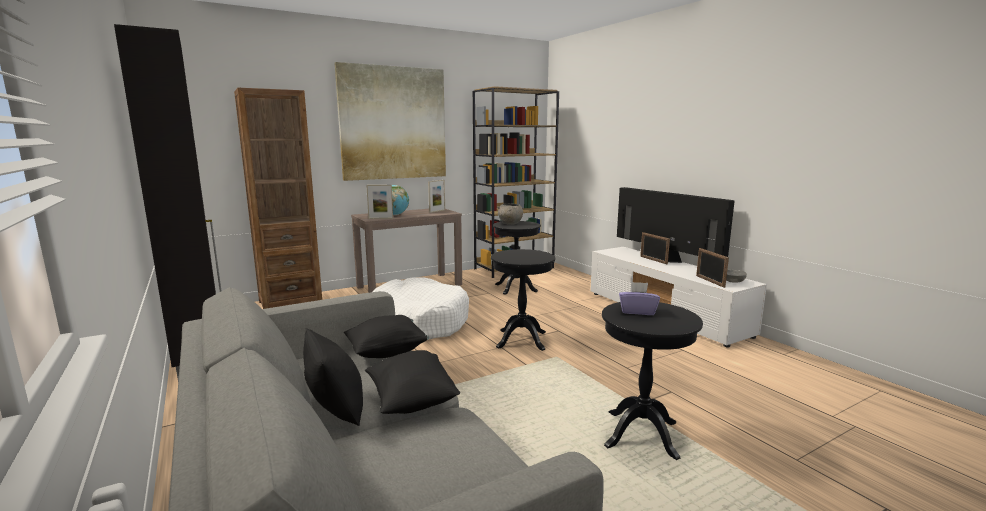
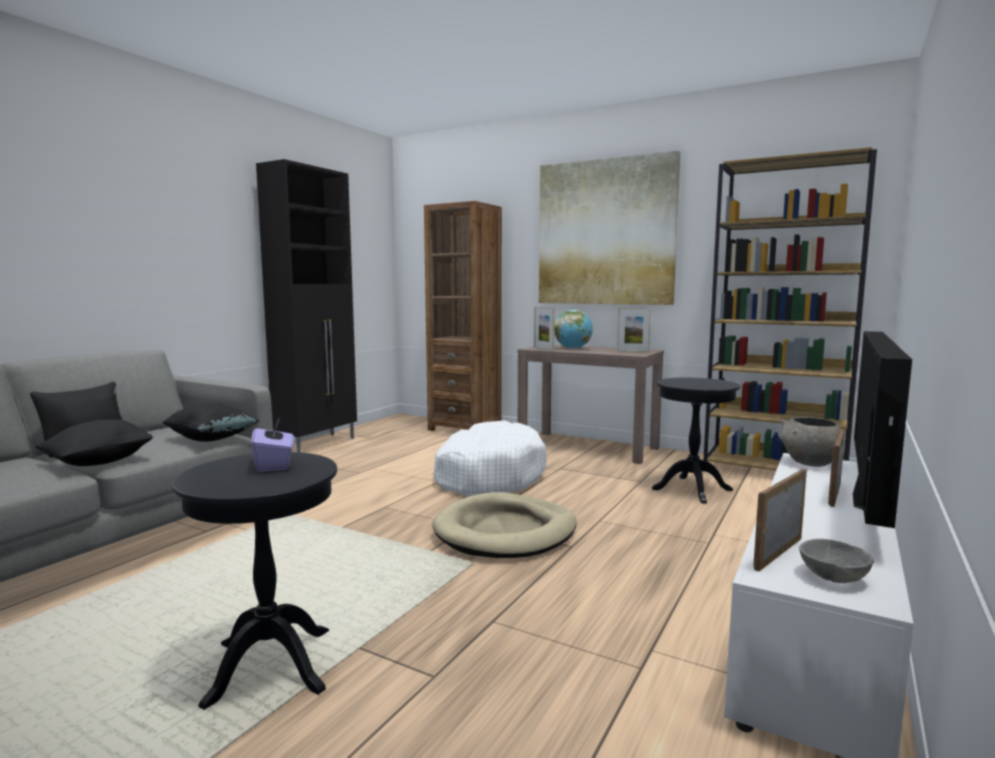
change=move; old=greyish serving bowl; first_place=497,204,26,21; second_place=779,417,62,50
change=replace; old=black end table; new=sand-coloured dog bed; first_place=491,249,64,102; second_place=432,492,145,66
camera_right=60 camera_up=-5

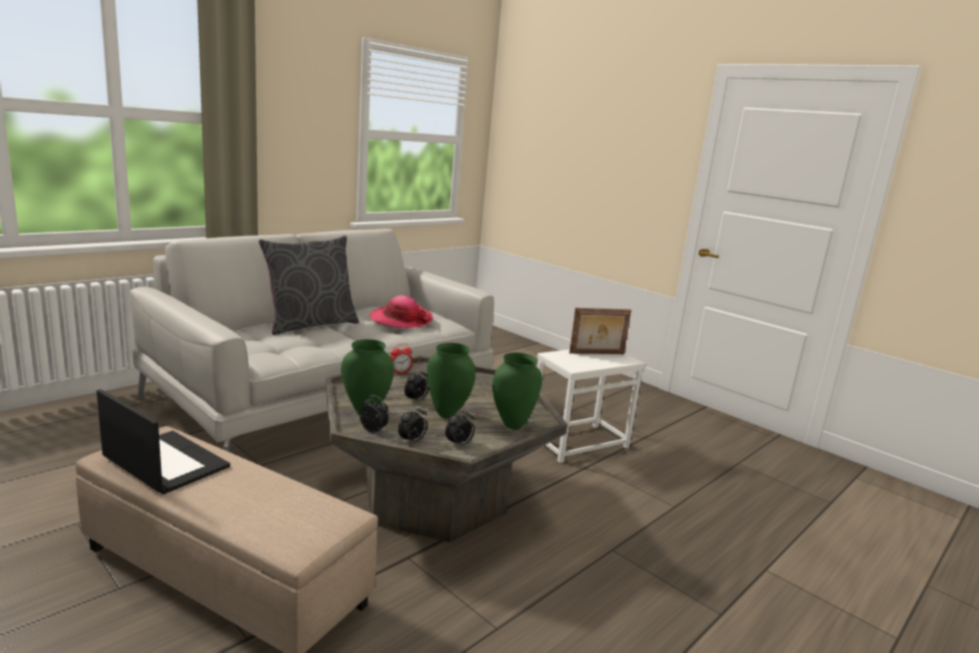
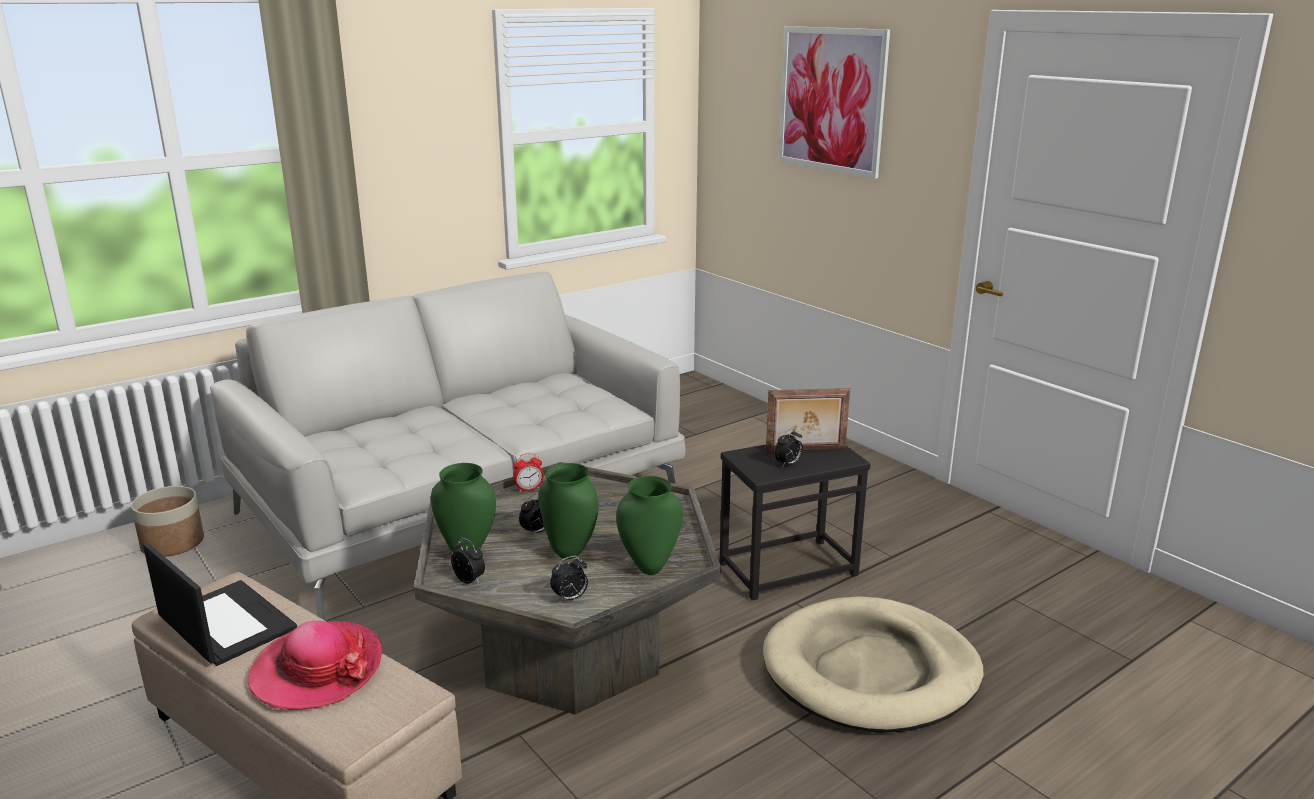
change=delete; old=greyish pillow; first_place=259,236,100,99
change=move; old=hat; first_place=370,295,63,33; second_place=248,621,134,89
change=recolor; old=white-coloured end table; new=black end table; first_place=537,349,108,114; second_place=720,445,150,155
change=move; old=table clock; first_place=398,405,29,39; second_place=774,428,29,39
change=insert; new=picture; second_place=778,26,112,153
change=insert; new=flower pot; second_place=131,486,73,71
change=insert; new=sand-coloured dog bed; second_place=763,596,220,137
camera_right=10 camera_up=5

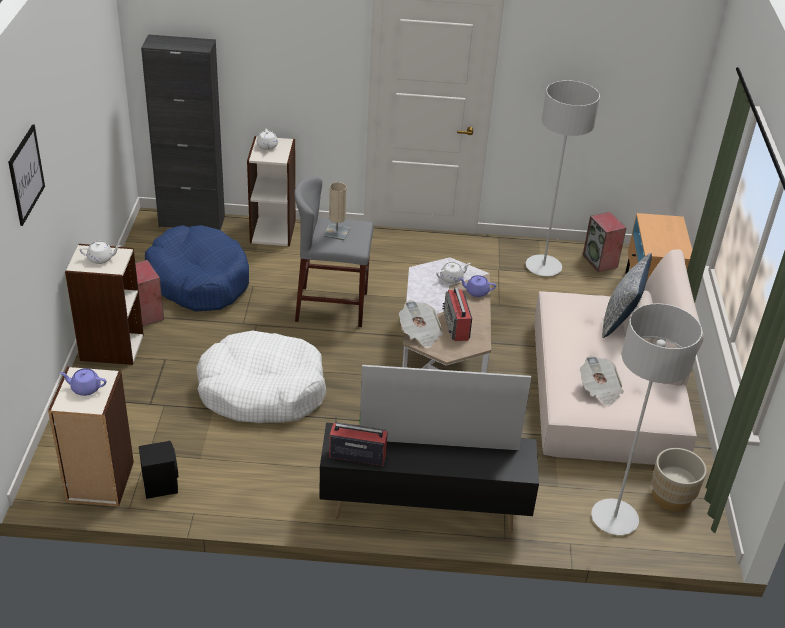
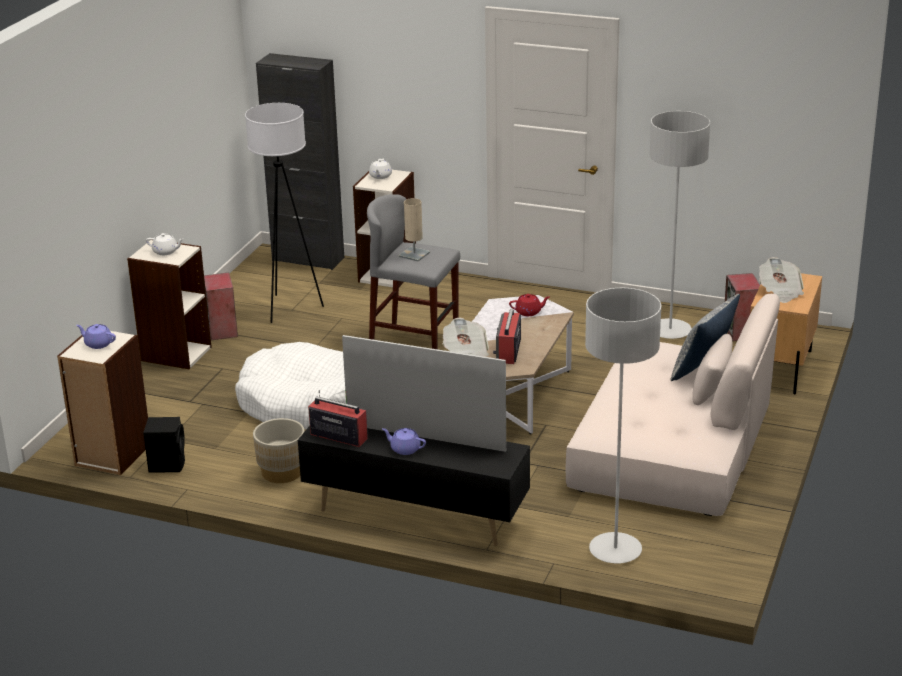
change=delete; old=picture; first_place=8,124,37,102
change=replace; old=blue-coloured dog bed; new=white-coloured standing lamp; first_place=145,225,104,86; second_place=245,103,79,220
change=recolor; old=white-coloured pot for tea; new=red pot for tea; first_place=436,262,35,22; second_place=509,294,40,22
change=move; old=purple-coloured pot for tea; first_place=459,275,37,22; second_place=382,428,44,27
change=move; old=daily paper; first_place=580,355,44,52; second_place=759,257,45,46
change=move; old=sand-coloured flower pot; first_place=651,448,56,64; second_place=253,418,52,65
camera_right=20 camera_up=-10

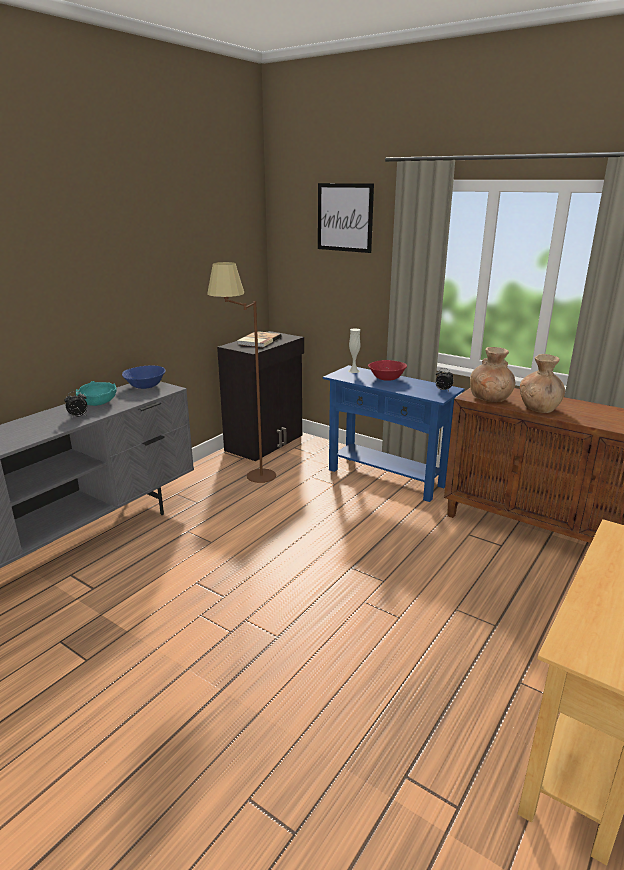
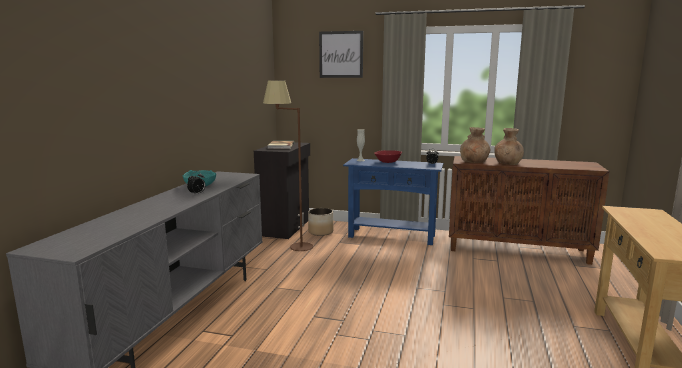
change=delete; old=blue-coloured serving bowl; first_place=122,365,43,24
change=insert; new=flower pot; second_place=308,208,25,28
camera_right=-20 camera_up=-10

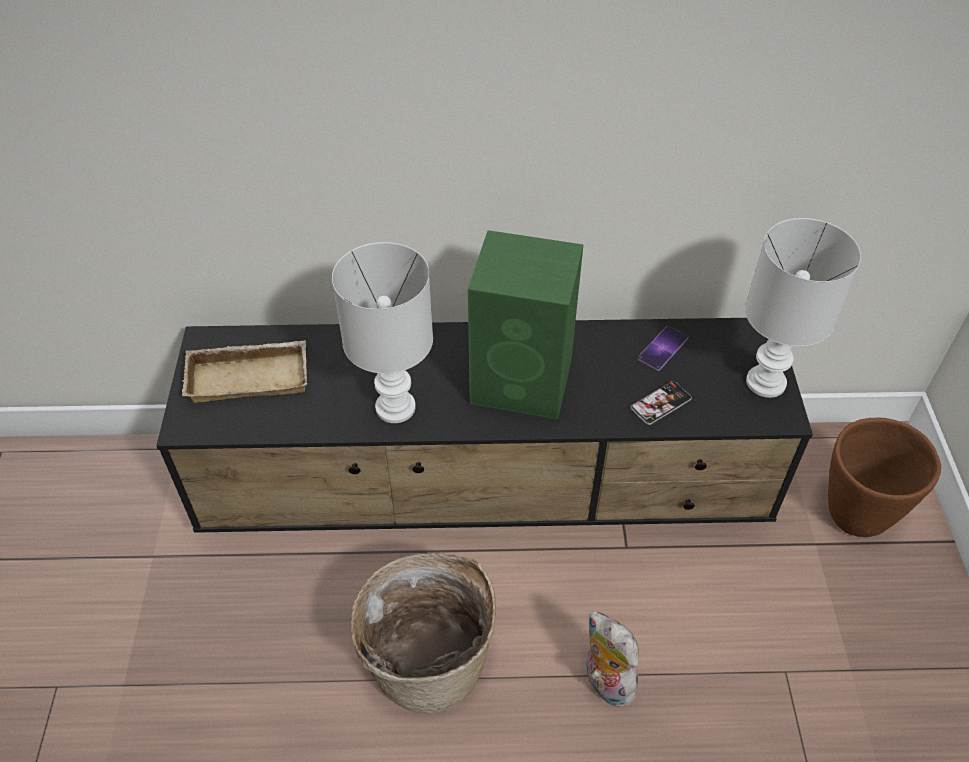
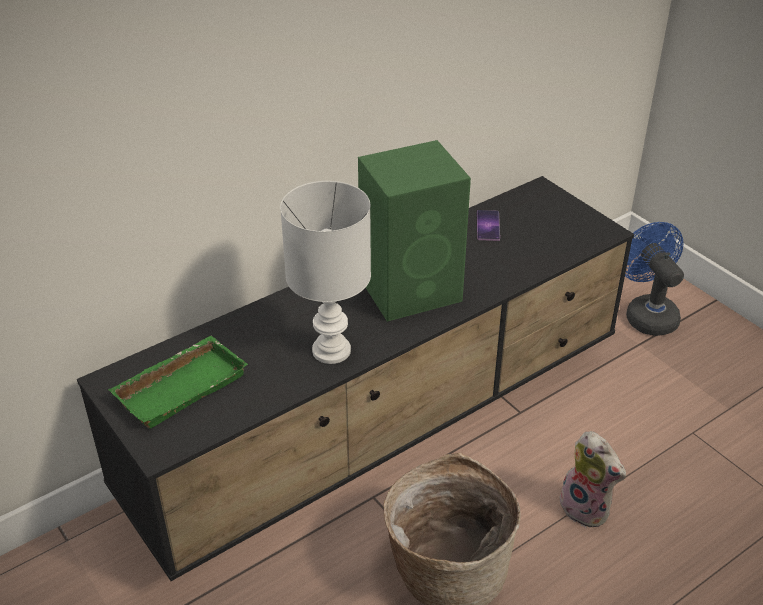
change=delete; old=white-coloured lamp for a table; first_place=745,218,116,180
change=recolor; old=sand-coloured tray; new=greenish tray; first_place=182,340,125,63; second_place=108,336,140,93
change=delete; old=telephone; first_place=631,381,61,44
change=replace; old=brownish flower pot; new=blue-coloured electric fan; first_place=828,418,113,119; second_place=625,222,59,114
change=rotate; old=plush toy; first_place=586,611,54,96; second_place=557,431,69,97; degrees=-150
camera_right=-35 camera_up=-10

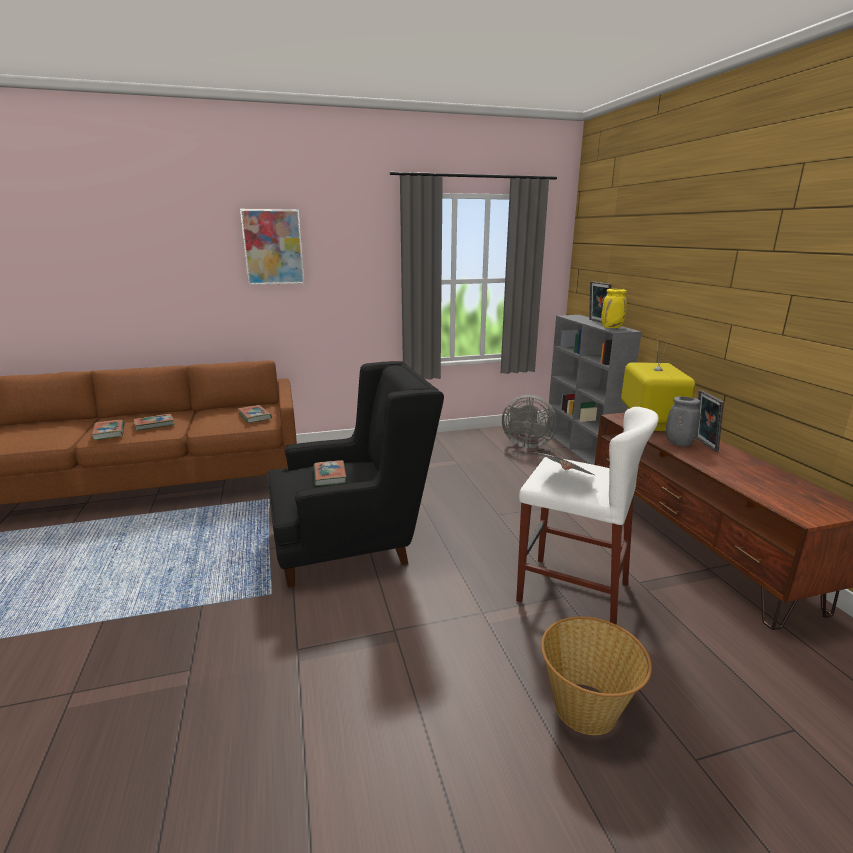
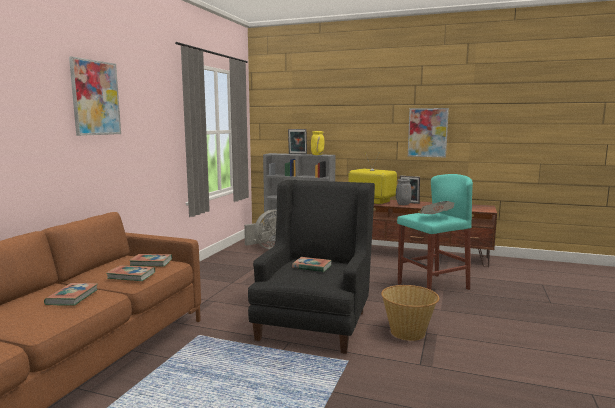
change=recolor; old=white-coloured sitting stool; new=turquoise-coloured sitting stool; first_place=516,407,143,218; second_place=397,174,76,116
change=move; old=book; first_place=91,420,34,20; second_place=106,265,49,16
change=move; old=basket; first_place=541,616,111,119; second_place=381,285,58,56
change=insert; new=picture; second_place=408,108,41,50
camera_right=-55 camera_up=-10

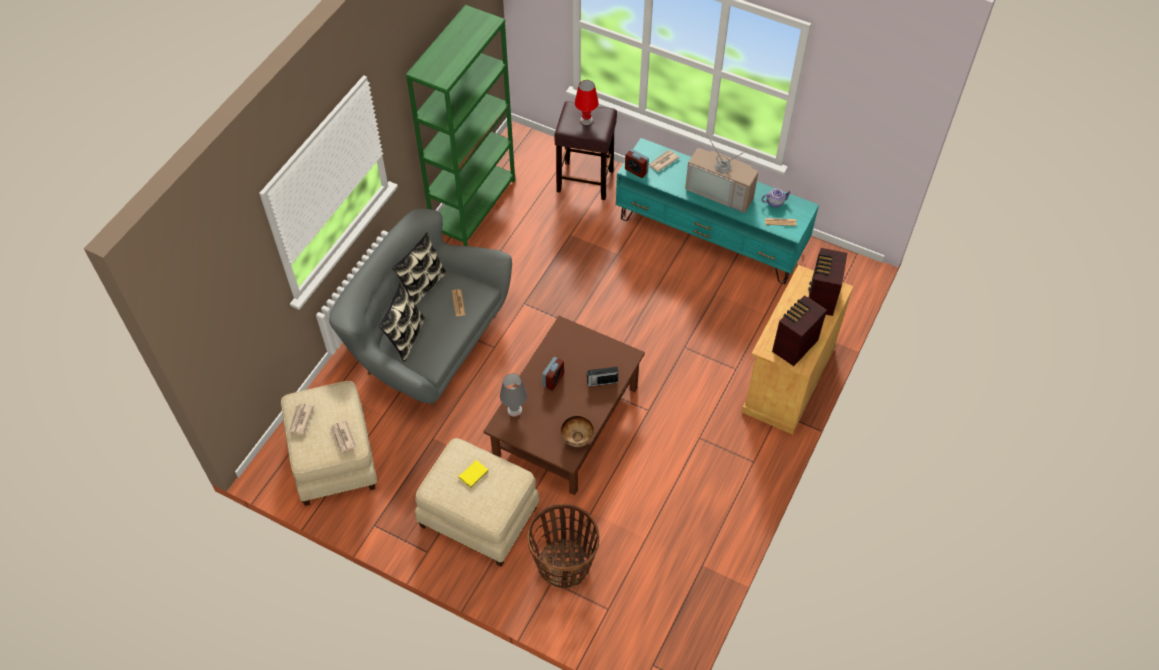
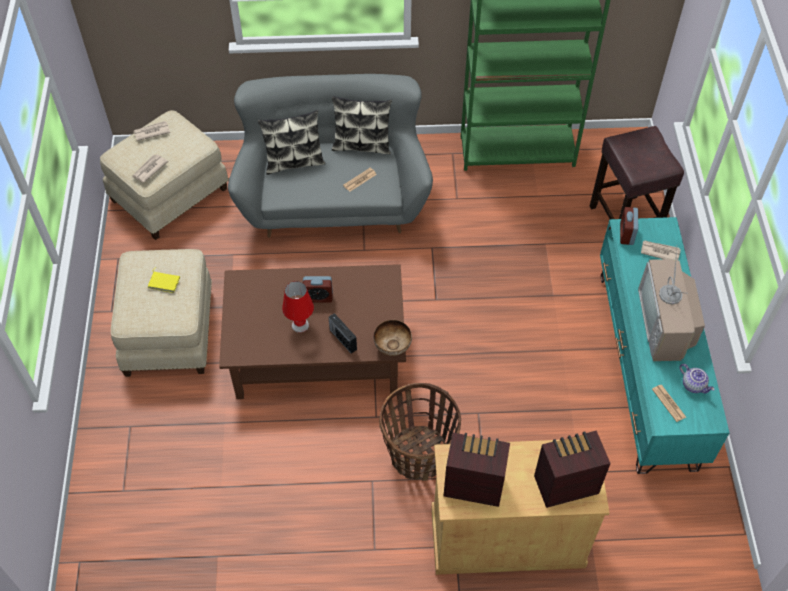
change=move; old=red lamp for a table; first_place=575,80,24,45; second_place=282,281,32,52
change=delete; old=greyish lamp for a table; first_place=500,373,27,44
change=move; old=serving bowl; first_place=561,415,33,32; second_place=373,320,39,36
change=move; old=basket; first_place=528,504,71,85; second_place=379,383,82,98
camera_right=60 camera_up=0

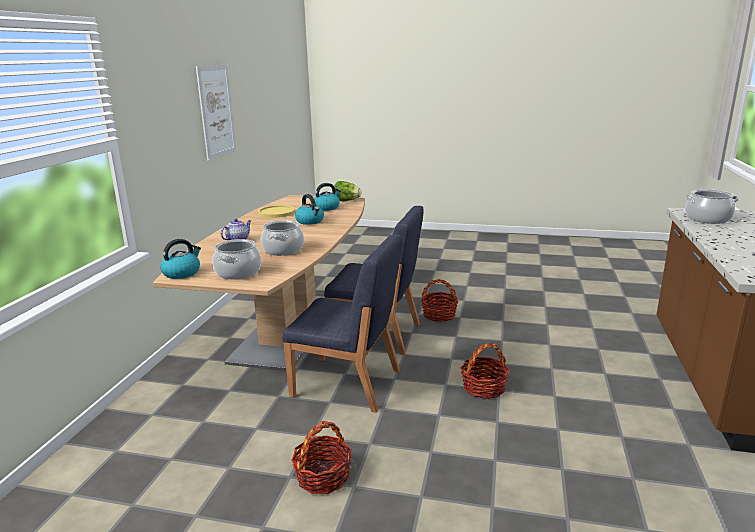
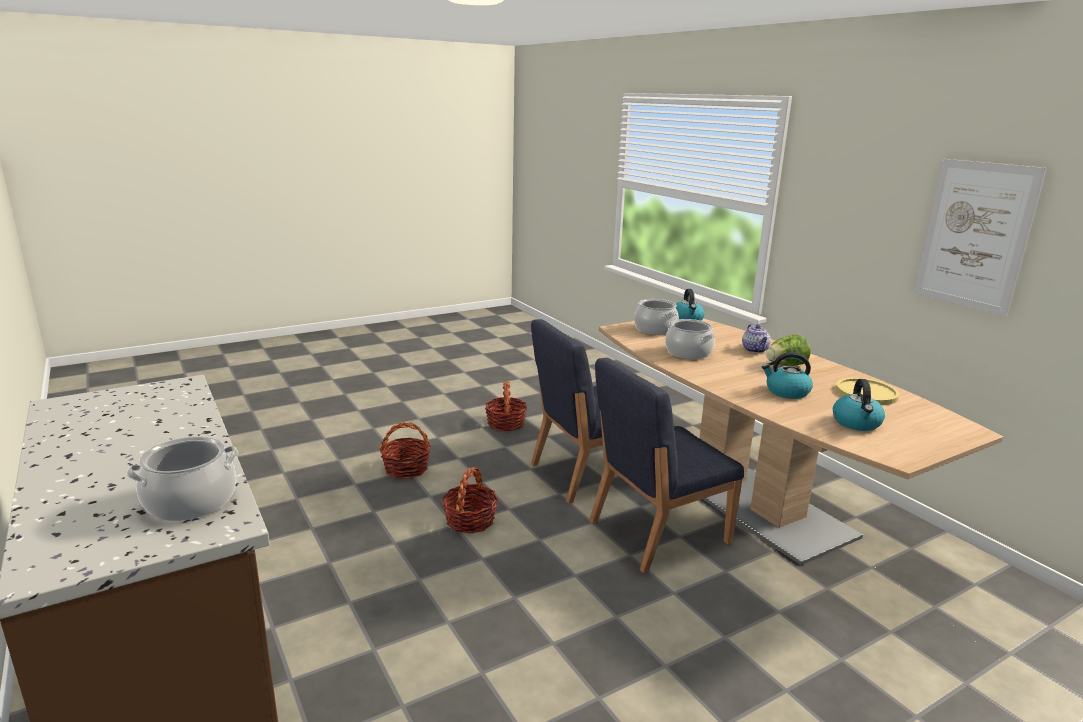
change=move; old=head of lettuce; first_place=334,181,28,20; second_place=766,334,45,32
change=move; old=basket; first_place=421,279,37,43; second_place=379,422,52,57
camera_right=135 camera_up=0

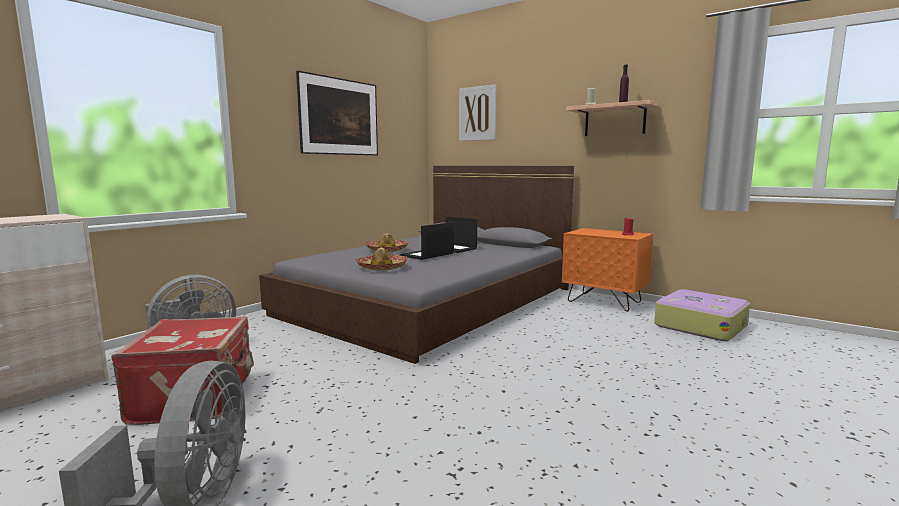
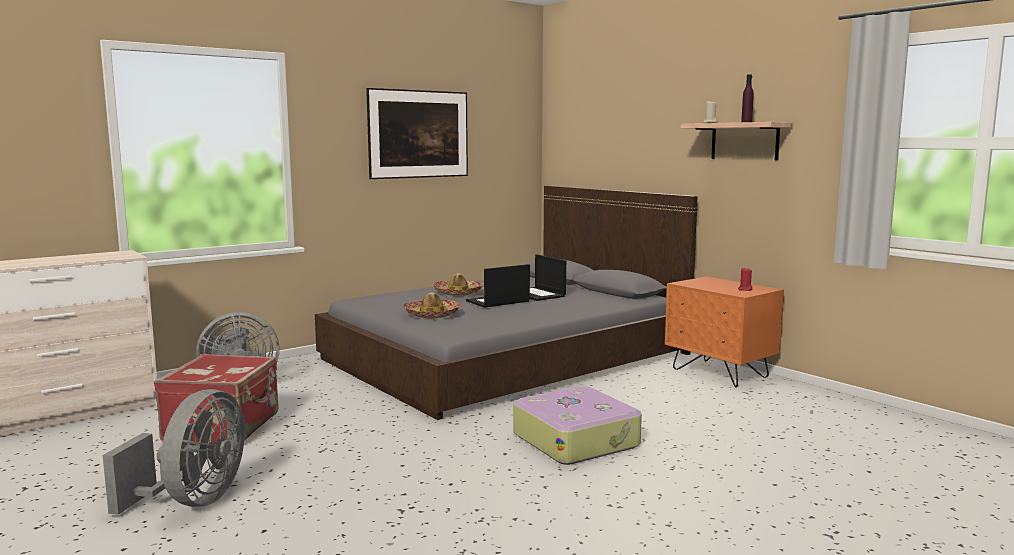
change=delete; old=picture; first_place=459,84,37,57
change=move; old=travel case; first_place=654,289,96,52; second_place=513,386,129,79
camera_right=15 camera_up=0

